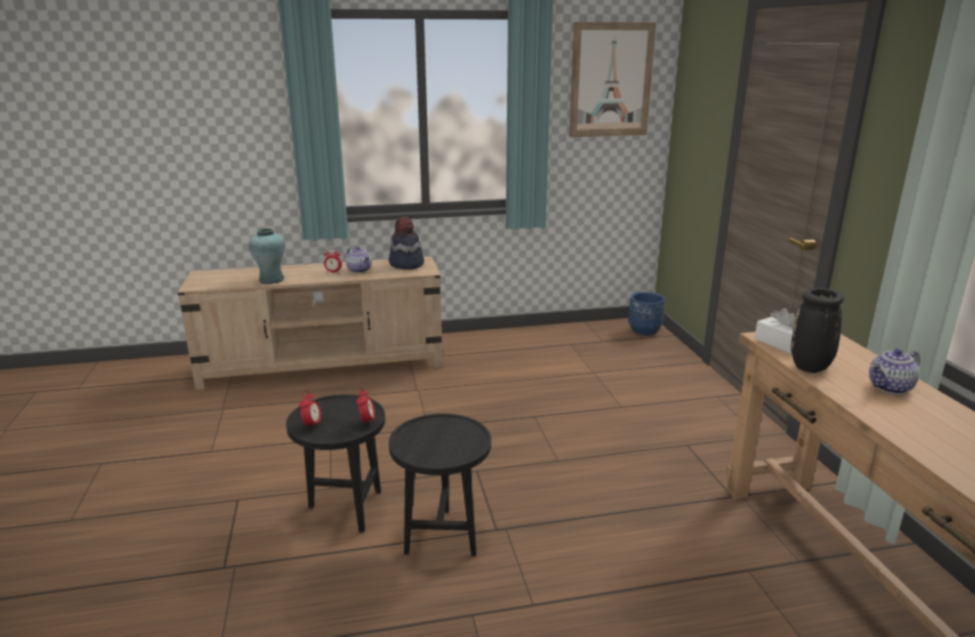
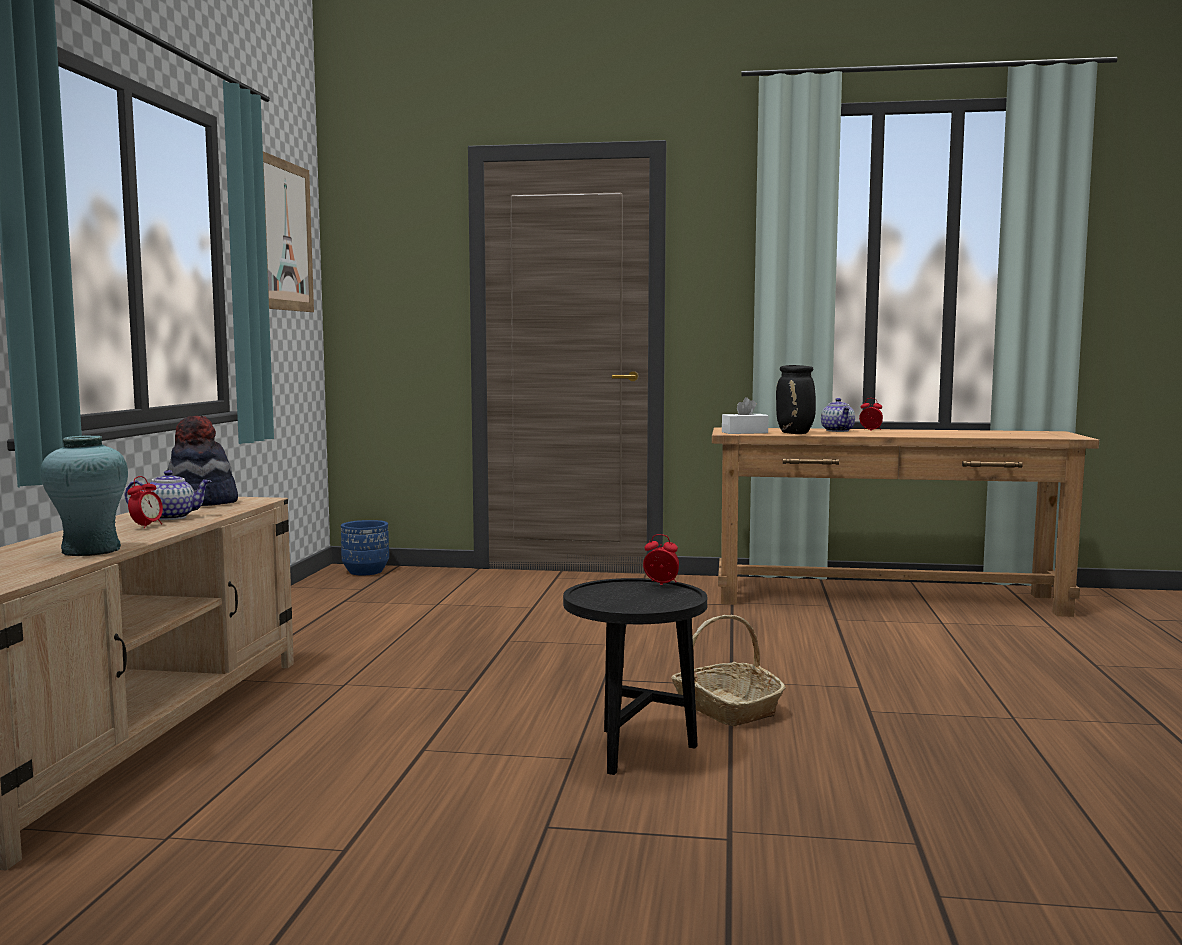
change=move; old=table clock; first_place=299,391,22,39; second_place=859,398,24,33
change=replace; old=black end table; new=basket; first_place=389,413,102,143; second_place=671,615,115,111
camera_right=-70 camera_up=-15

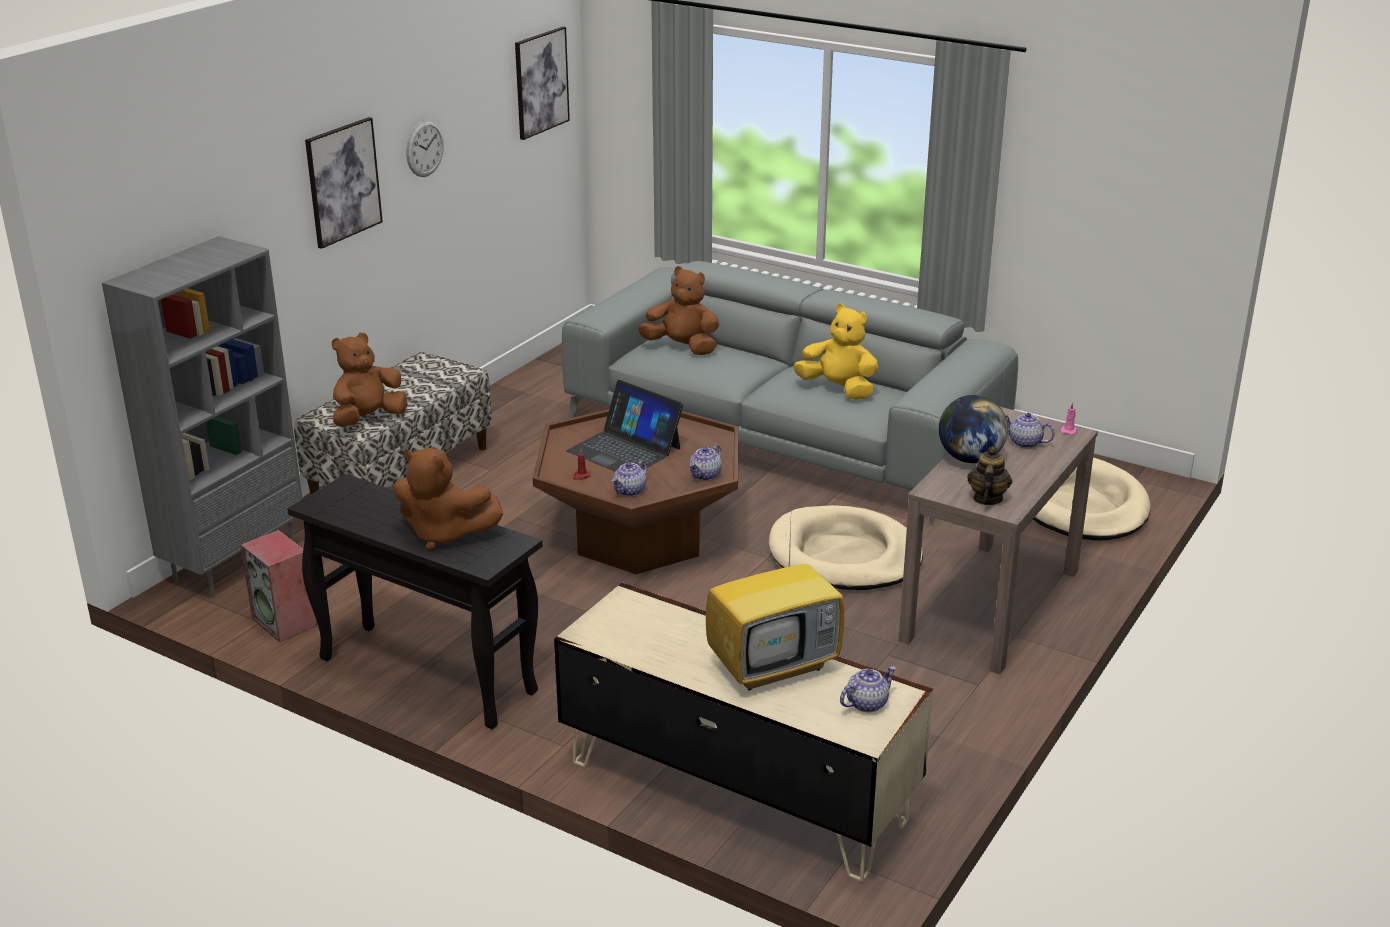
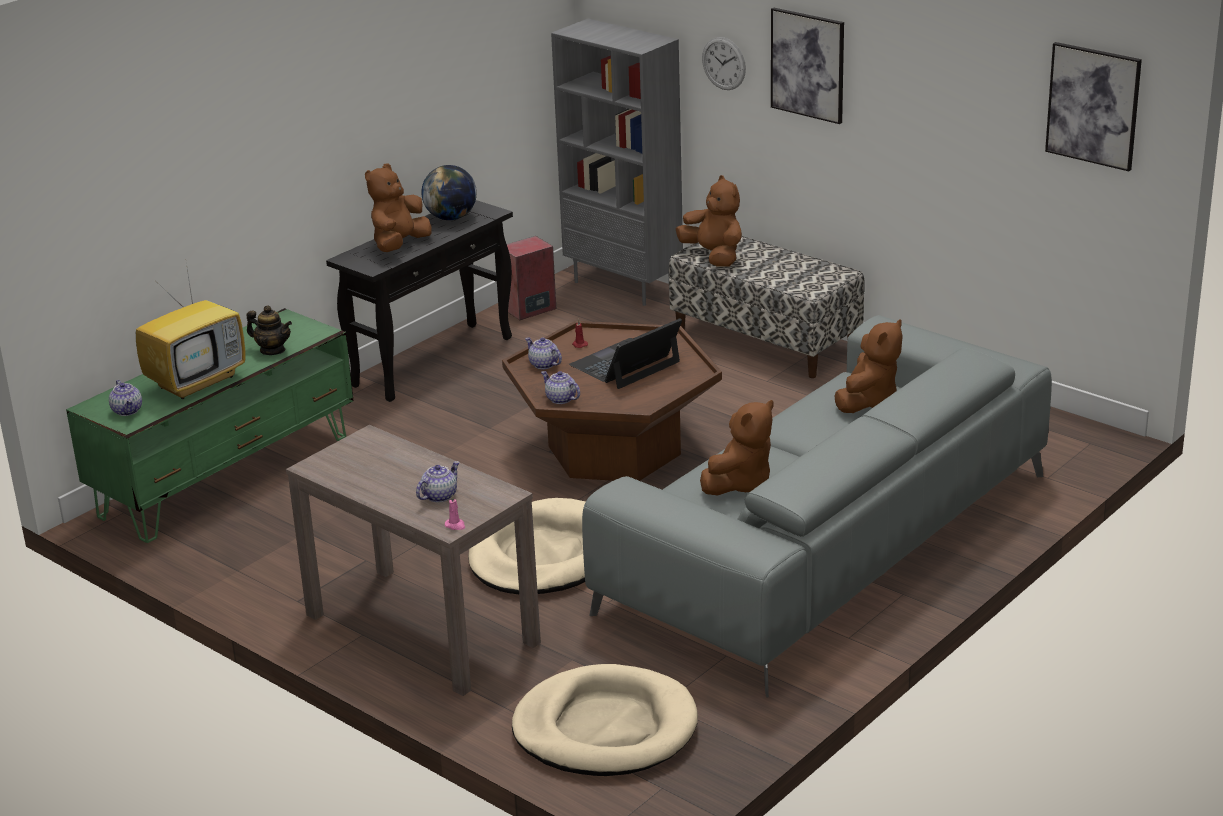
change=move; old=clock on the wall; first_place=406,120,38,57; second_place=702,37,44,53
change=recolor; old=yellow plush toy; new=brownish plush toy; first_place=793,304,85,96; second_place=700,400,73,95
change=move; old=globe; first_place=939,395,69,68; second_place=421,165,56,55
change=move; old=pot for tea; first_place=967,446,45,59; second_place=247,305,45,50
change=rotate; old=TV set; first_place=706,524,138,167; second_place=136,256,110,143; degrees=-120
change=recolor; old=sand-coloured tv unit; new=greenish tv unit; first_place=554,582,379,300; second_place=66,308,288,235
camera_right=100 camera_up=0

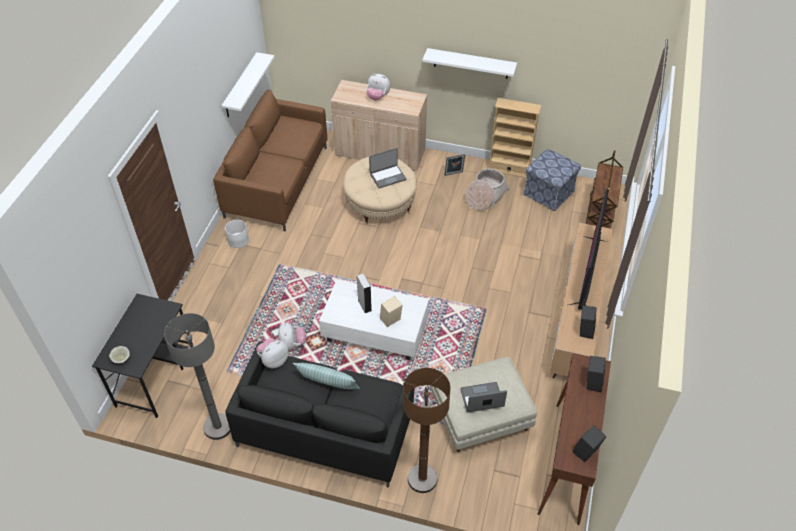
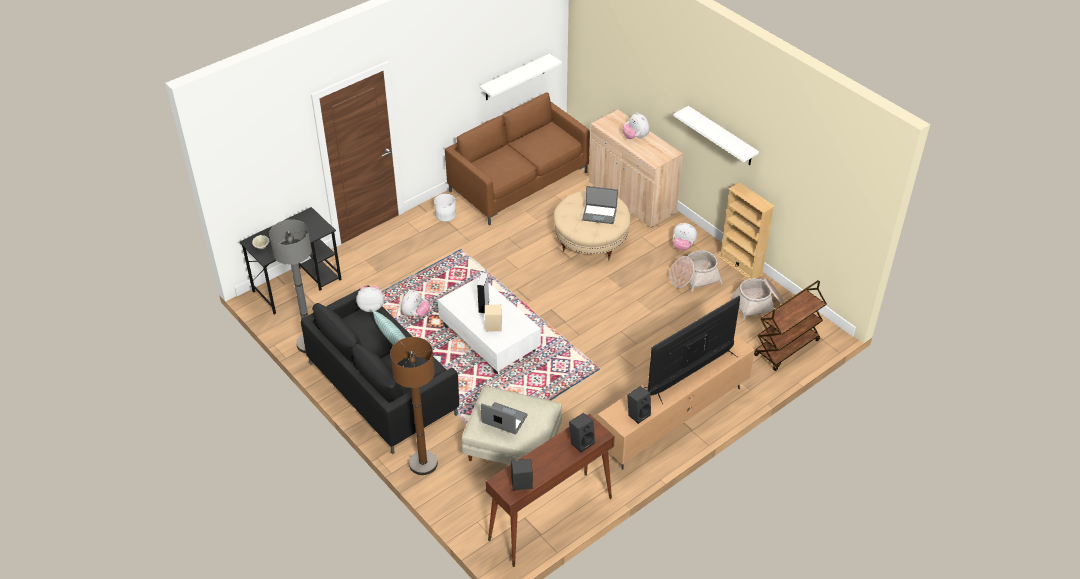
change=replace; old=footrest; new=basket; first_place=523,149,58,62; second_place=731,278,53,42
change=replace; old=standing frame; new=plush toy; first_place=445,154,20,22; second_place=673,223,24,28
camera_right=35 camera_up=-5

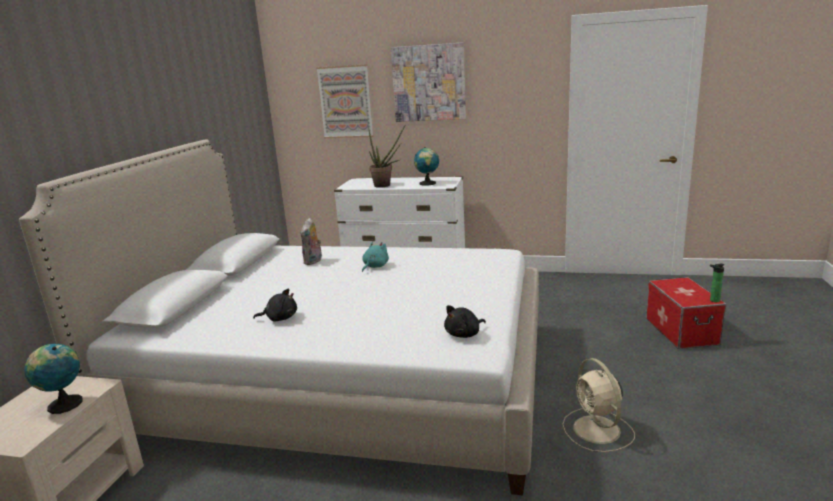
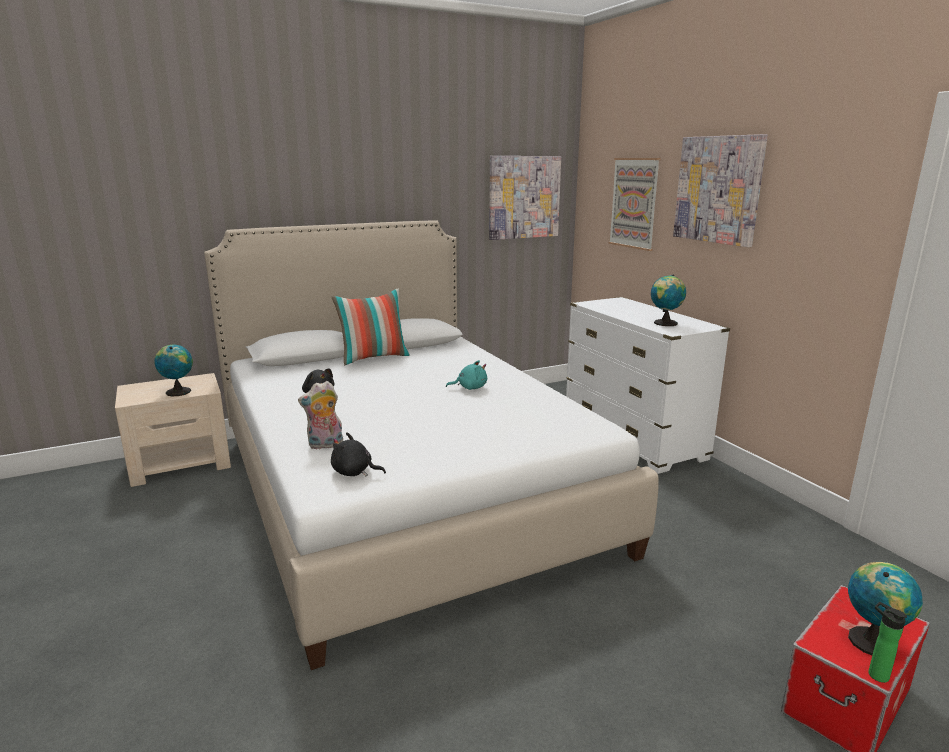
change=delete; old=potted plant; first_place=369,124,37,64
change=move; old=plush toy; first_place=301,218,21,47; second_place=298,381,45,68
change=delete; old=sand-coloured electric fan; first_place=563,358,72,94
change=insert; new=picture; second_place=489,156,72,84
change=insert; new=pillow; second_place=331,288,79,77
change=insert; new=globe; second_place=848,562,75,93
camera_right=50 camera_up=0

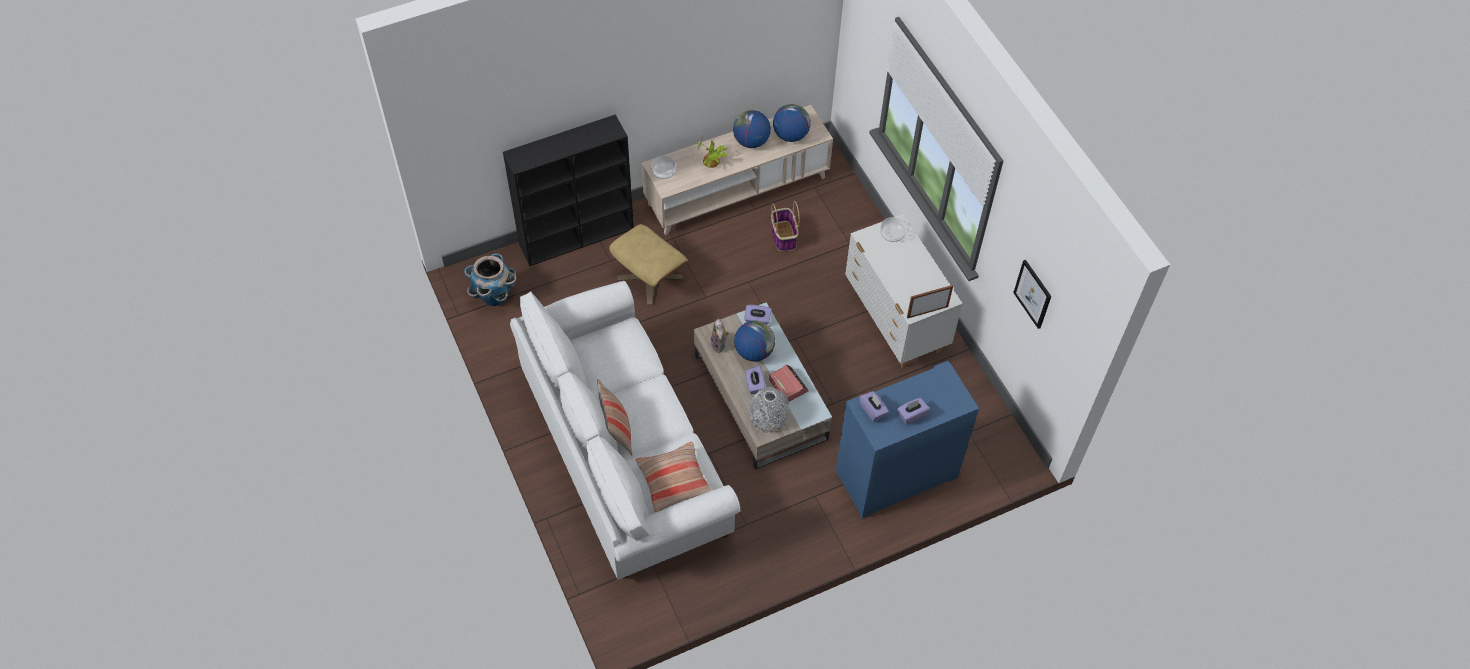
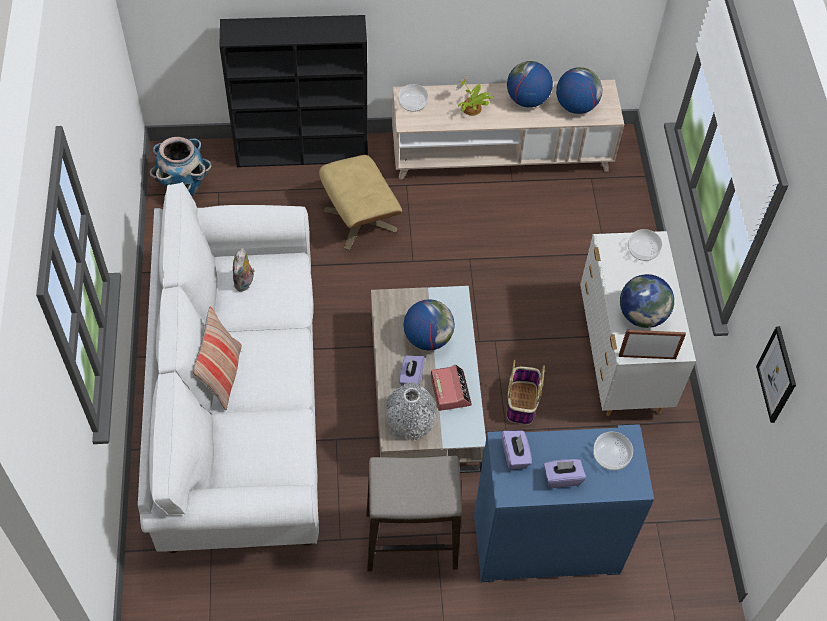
change=move; old=basket; first_place=771,201,29,51; second_place=507,360,38,65
change=delete; old=purple-coloured tissue box; first_place=744,305,28,20
change=move; old=plush toy; first_place=711,319,18,34; second_place=233,249,22,43
change=delete; old=pillow; first_place=636,442,76,70
change=insert; new=globe; second_place=620,274,54,54
change=insert; new=serving bowl; second_place=593,432,40,38
change=insert; new=sitting stool; second_place=366,456,96,116
camera_right=20 camera_up=0

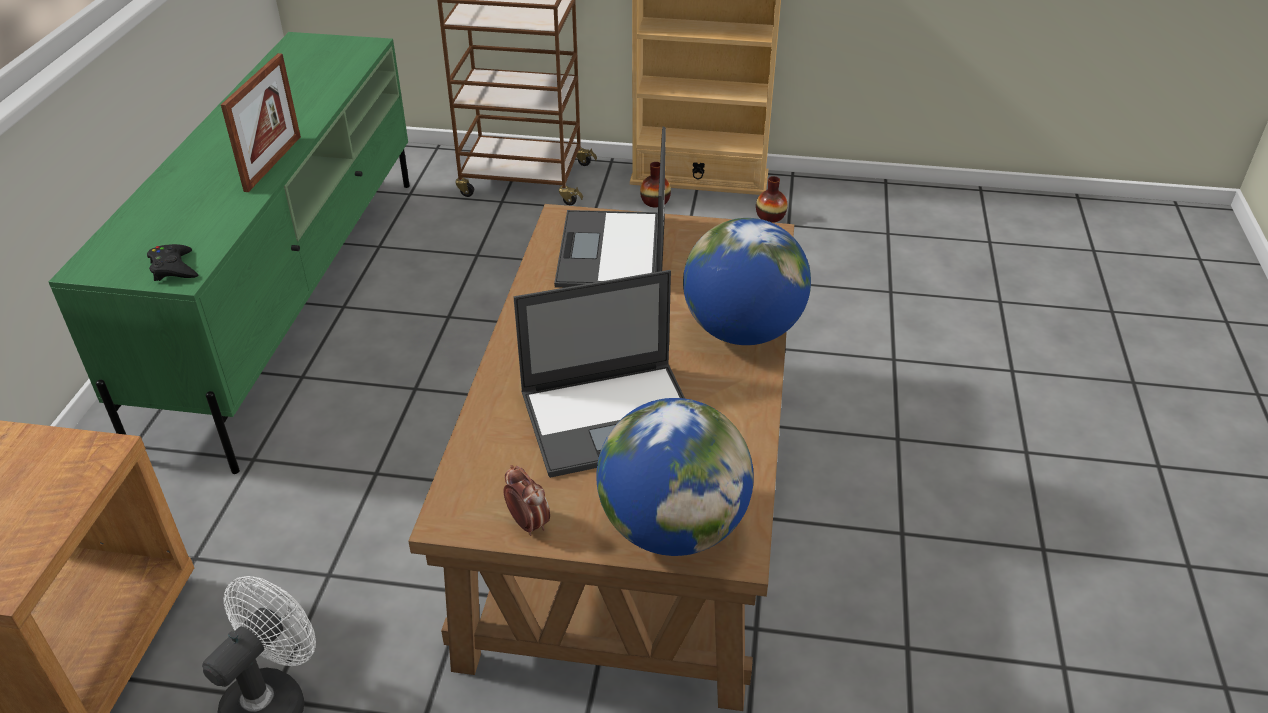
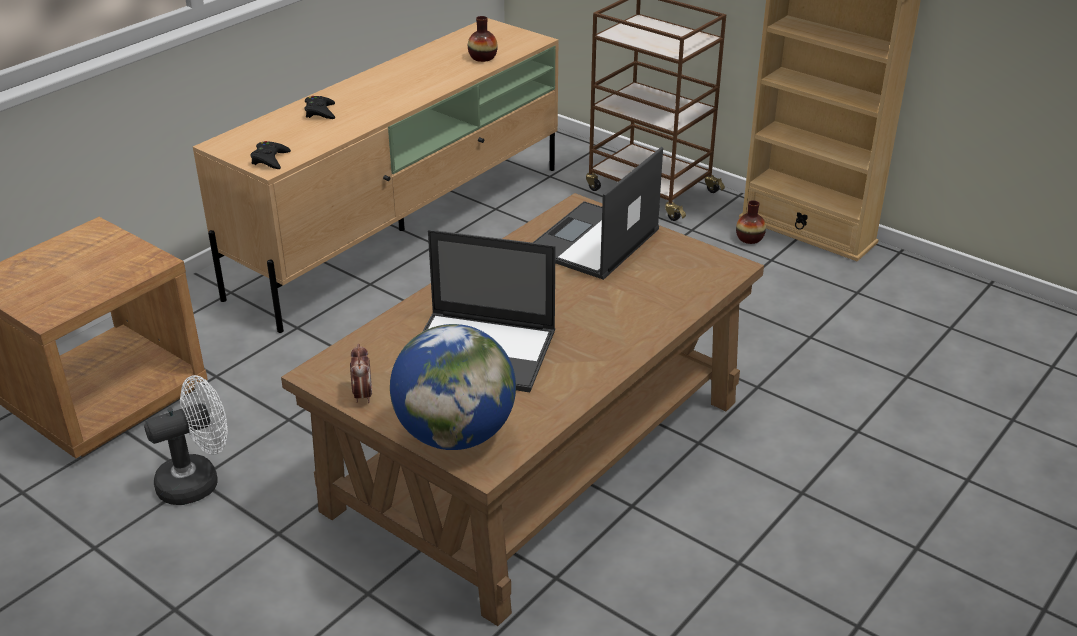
change=recolor; old=greenish tv unit; new=sand-coloured tv unit; first_place=48,32,362,442; second_place=193,18,365,315
change=delete; old=standing frame; first_place=221,53,80,139
change=move; old=decorative vase; first_place=756,176,32,47; second_place=468,16,30,46
change=delete; old=globe; first_place=683,218,128,127
change=insert; new=black gamepad; second_place=304,96,31,23
camera_right=30 camera_up=-5

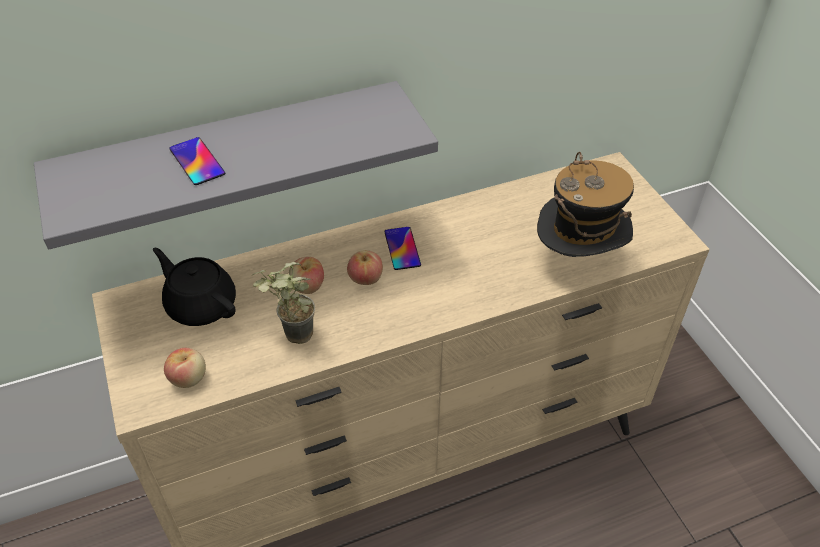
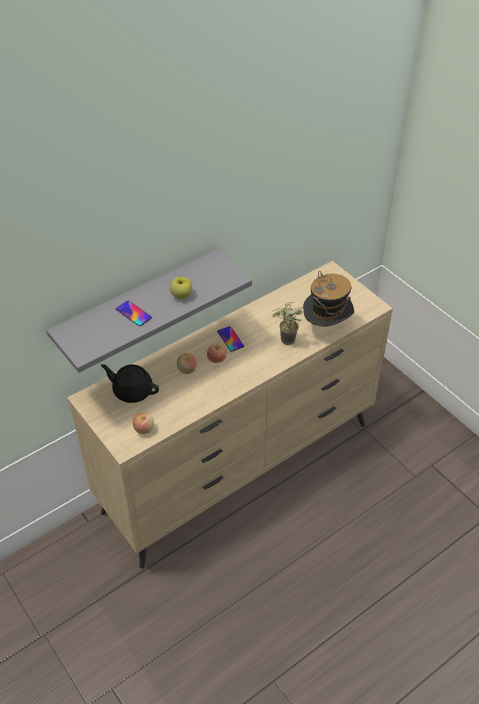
change=move; old=potted plant; first_place=251,262,64,82; second_place=272,302,33,43
change=insert; new=apple fruit; second_place=170,276,22,23
camera_right=-15 camera_up=0

